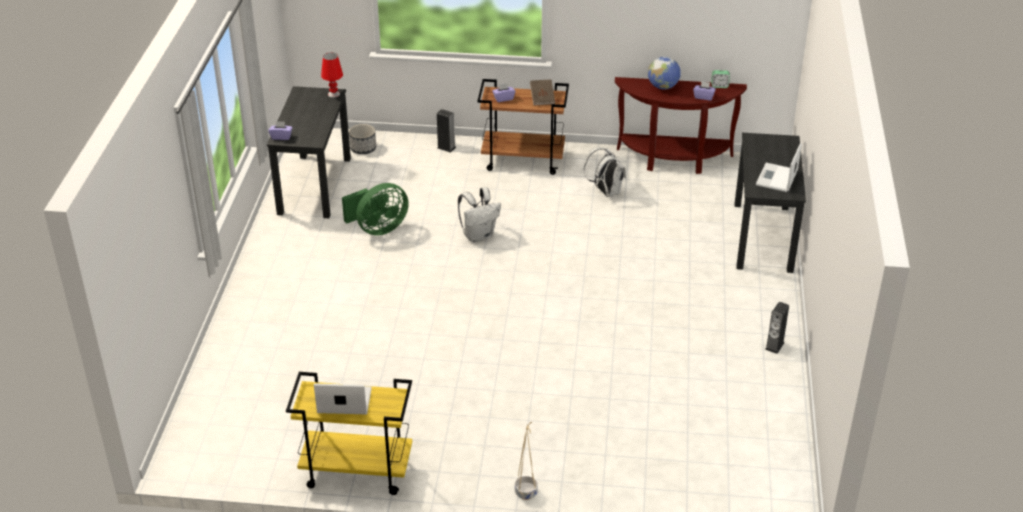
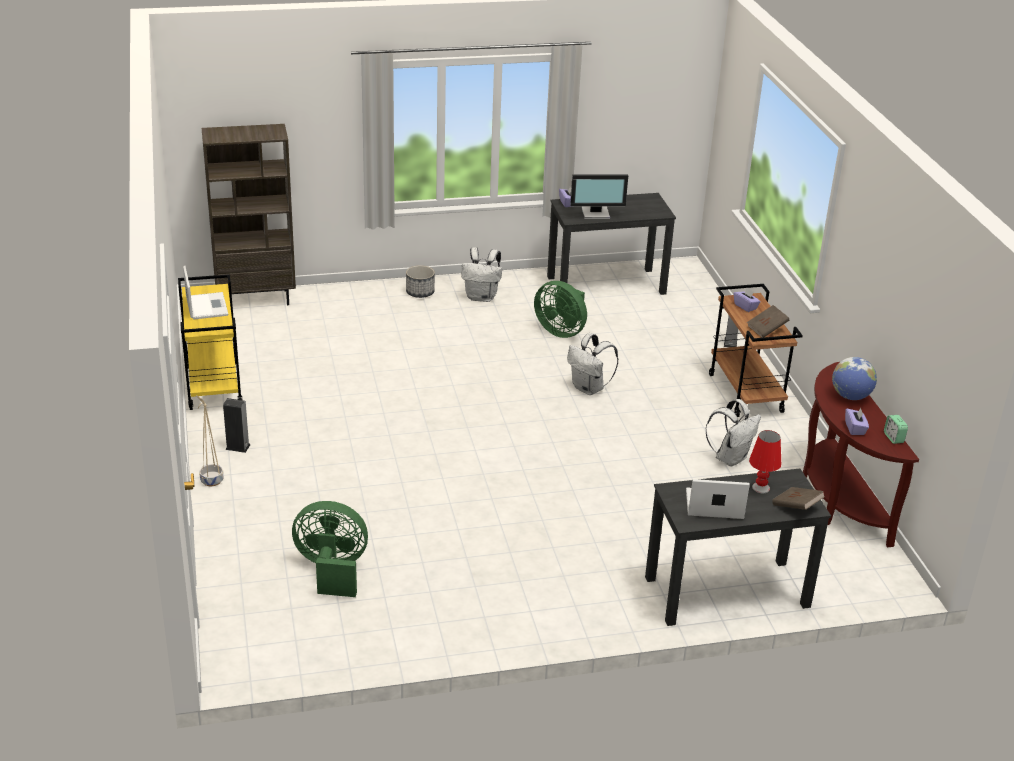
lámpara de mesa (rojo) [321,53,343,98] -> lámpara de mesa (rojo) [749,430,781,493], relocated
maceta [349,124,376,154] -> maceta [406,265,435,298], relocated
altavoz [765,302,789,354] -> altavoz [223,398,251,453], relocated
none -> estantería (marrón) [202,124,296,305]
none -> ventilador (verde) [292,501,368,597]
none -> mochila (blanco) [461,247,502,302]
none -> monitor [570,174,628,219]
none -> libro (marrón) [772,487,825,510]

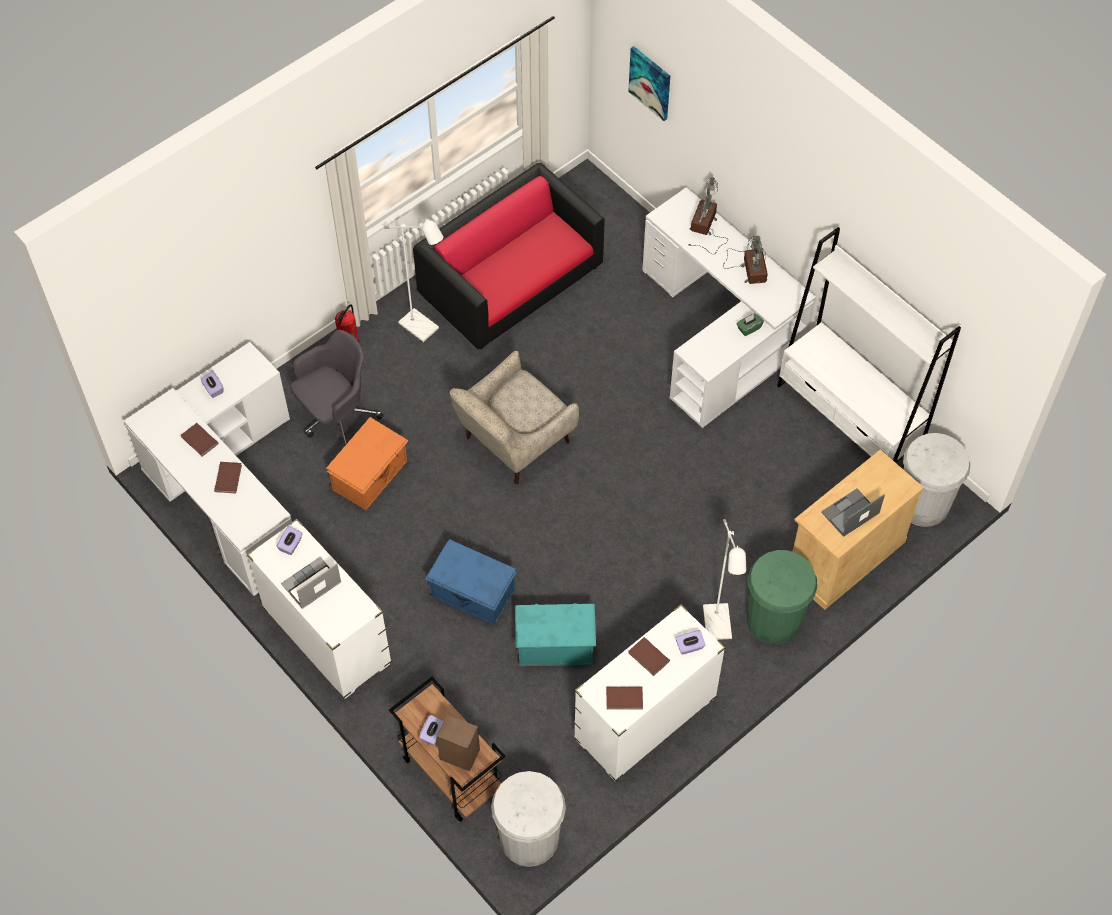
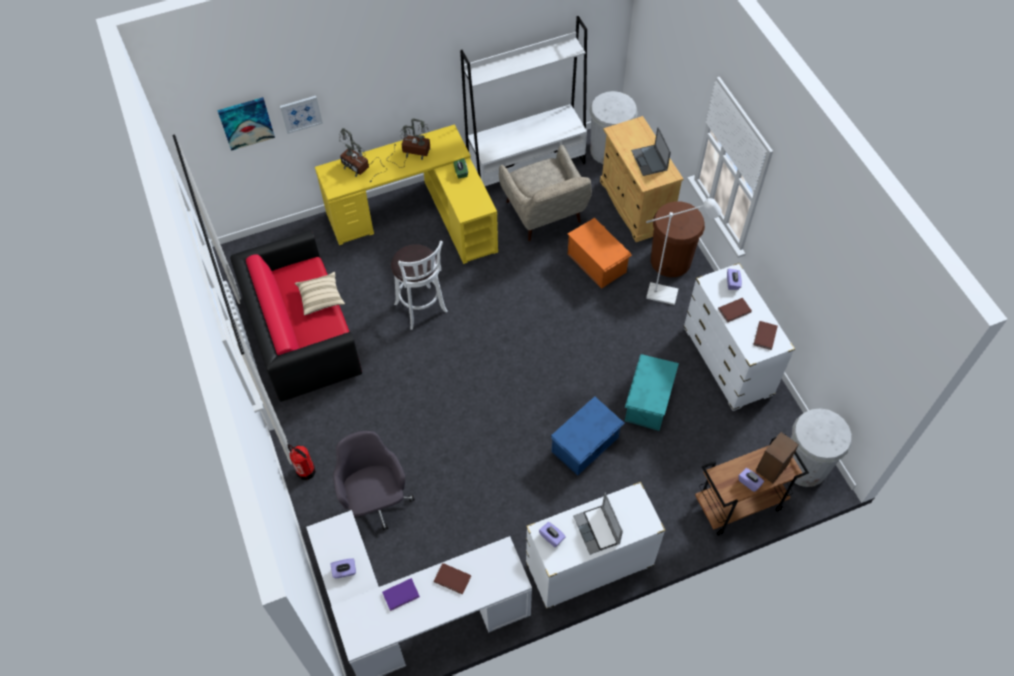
libro (marrón) [181,423,219,457] -> libro (morado) [382,578,420,611]
caja de almacenaje (naranja) [326,417,409,510] -> caja de almacenaje (naranja) [568,218,632,289], relocated
lámpara de pie (blanco) [384,219,443,342] -> none
sillón (beis) [450,351,579,484] -> sillón (beis) [499,145,592,241], relocated
escritorio (blanco) [642,187,816,429] -> escritorio (amarillo) [315,124,498,264]
papelera (verde) [747,550,817,644] -> papelera (marrón) [651,201,705,277]
none -> cuadro [280,96,323,134]
none -> cojín (beis) [295,272,345,316]
none -> taburete (blanco) [391,241,448,330]

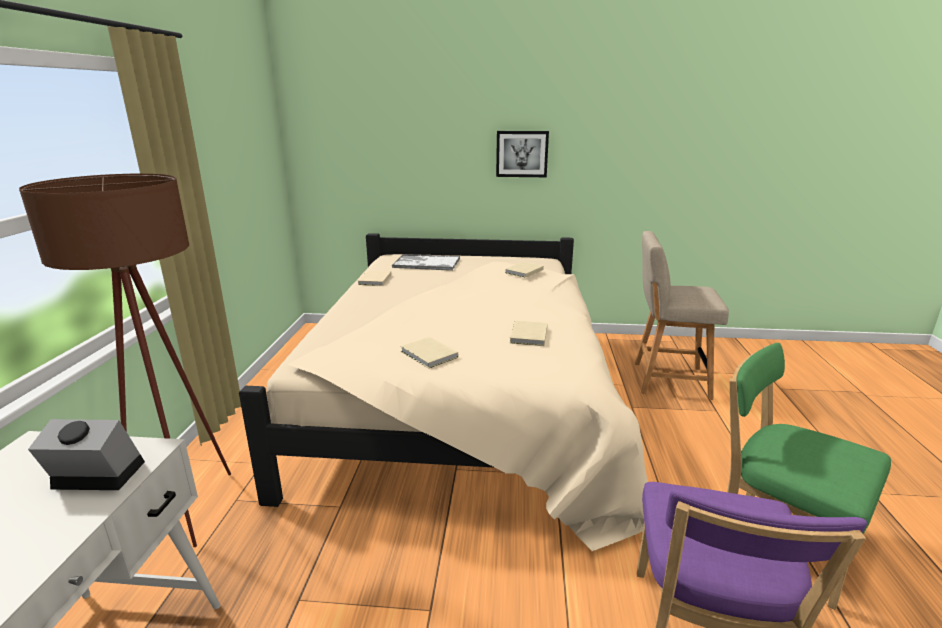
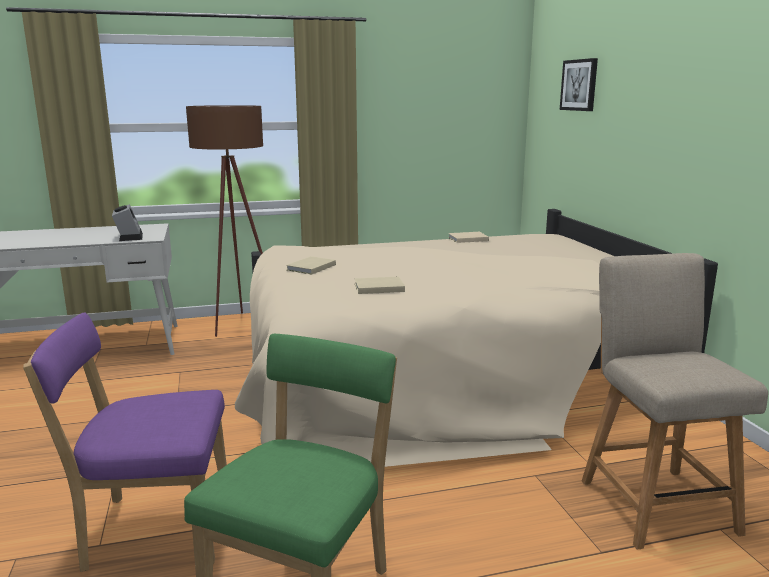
bandeja [392,254,460,271] -> none
cuadro [496,131,549,177] -> cuadro [560,58,598,111], relocated
libro (beis) [505,262,544,278] -> none

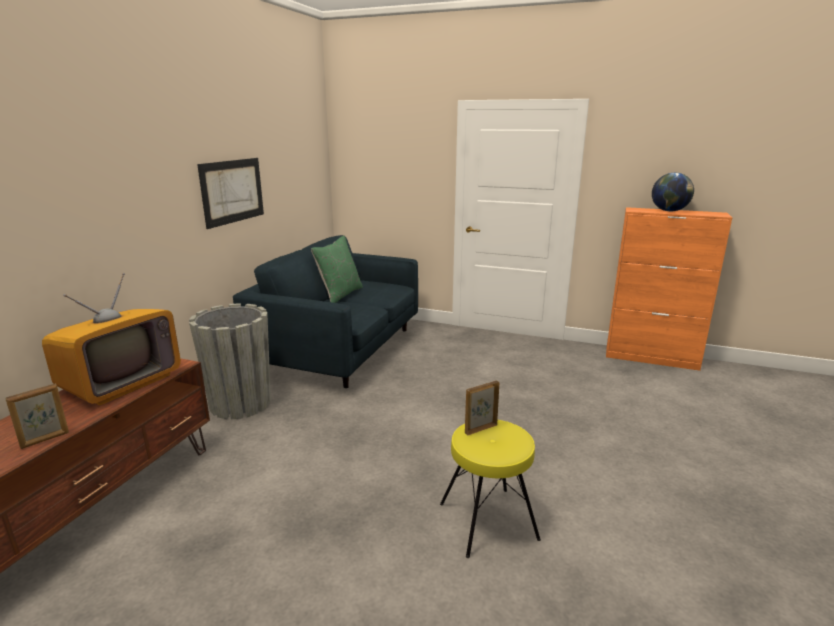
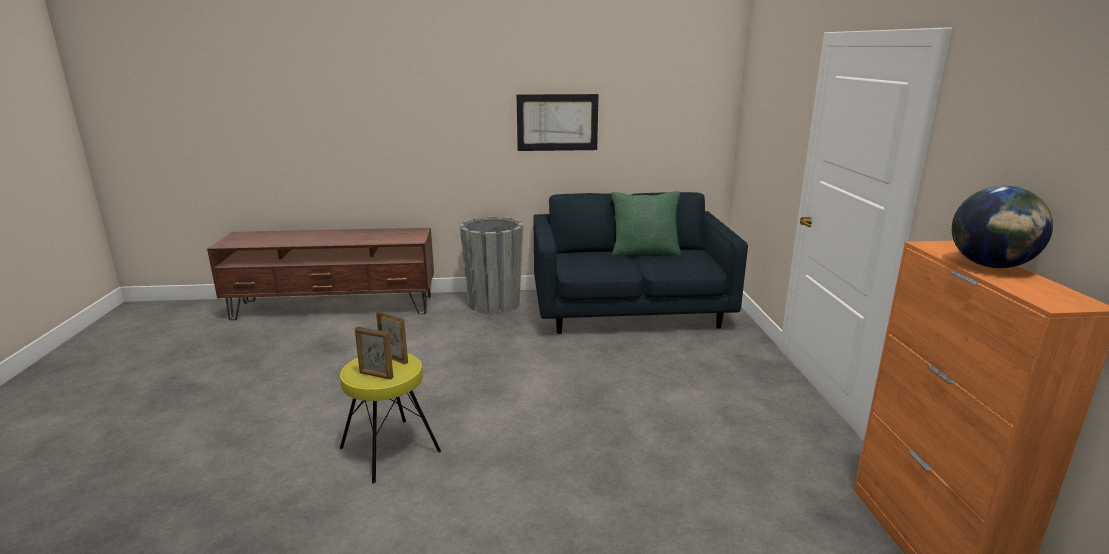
portarretratos [5,384,69,449] -> portarretratos [355,327,393,380], relocated
televisor [42,273,181,405] -> none

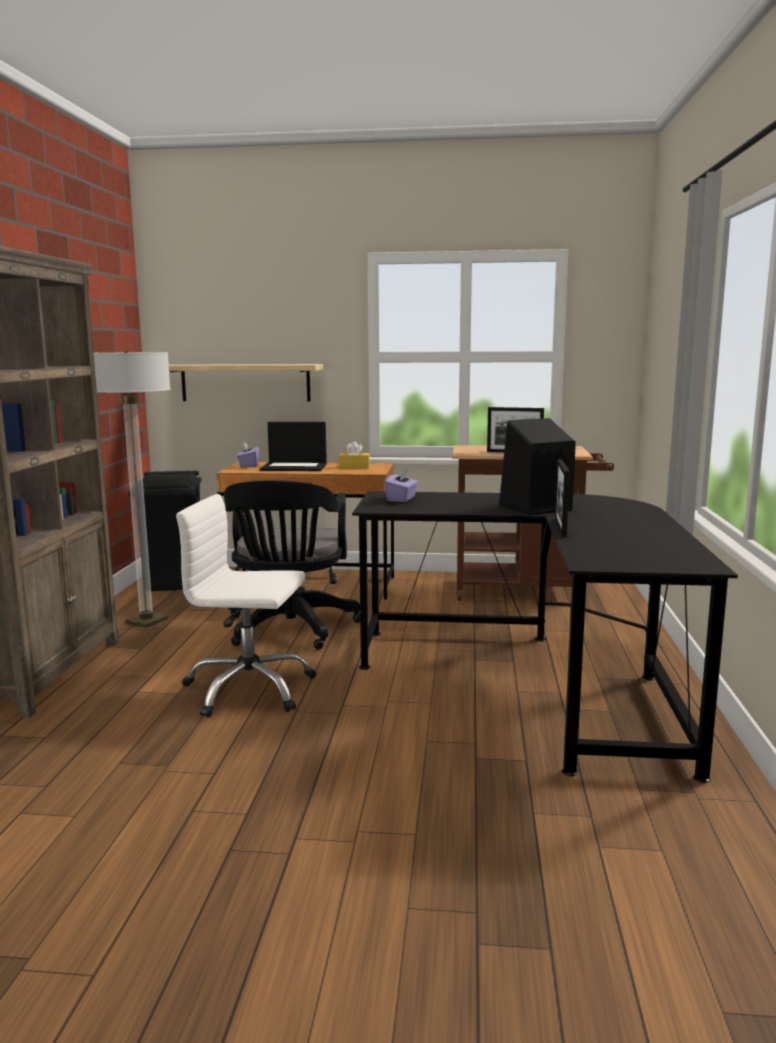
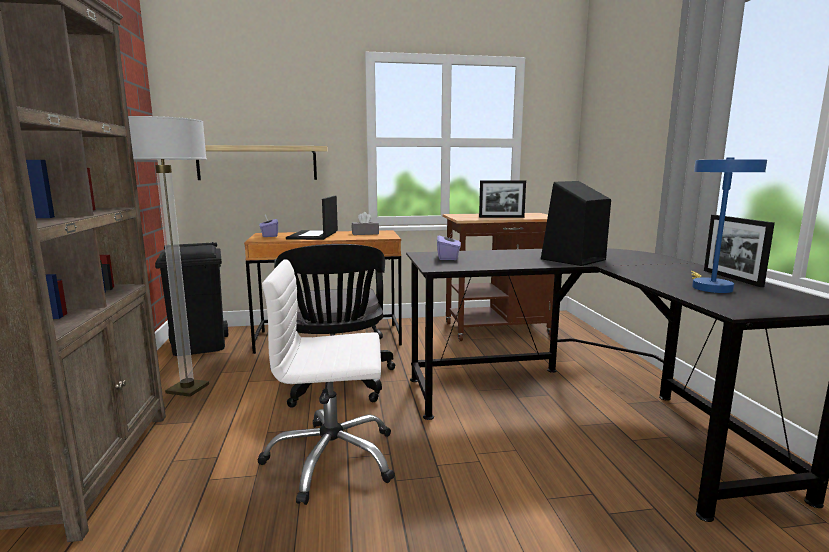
portátil [260,422,327,471] -> portátil [286,196,338,240], 105 degrees clockwise
caja de pañuelos (amarillo) [339,441,370,468] -> caja de pañuelos (gris) [352,212,379,235]
portarretratos [555,459,570,537] -> portarretratos [704,215,775,287], relocated
none -> lámpara de mesa (azul) [691,157,767,293]

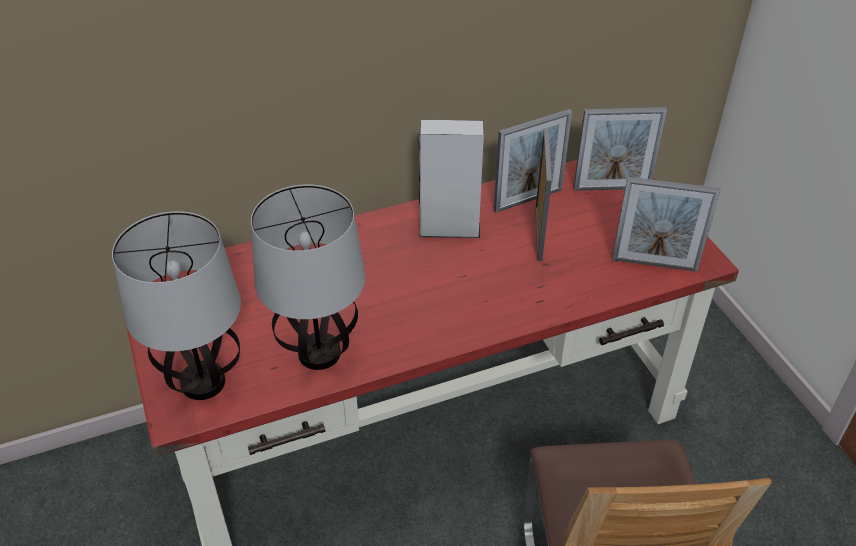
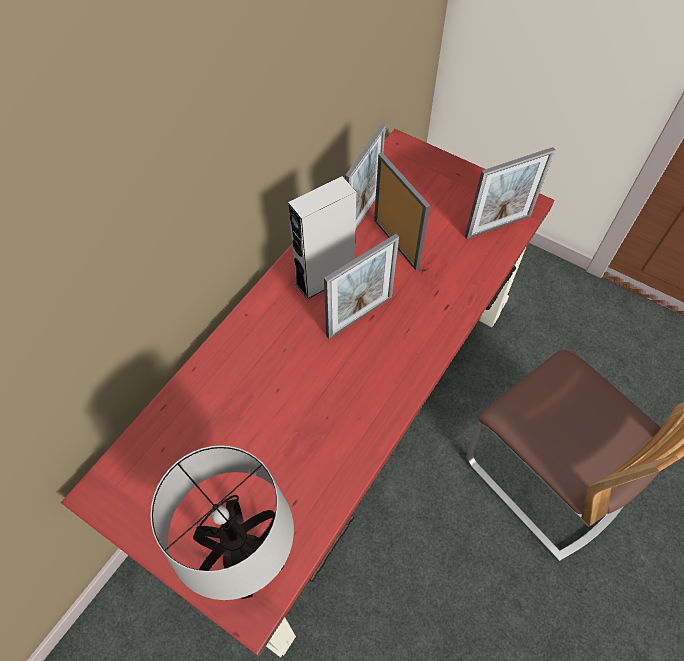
lámpara de mesa [251,184,365,370] -> none
portarretratos [573,107,667,191] -> portarretratos [324,234,399,339], relocated

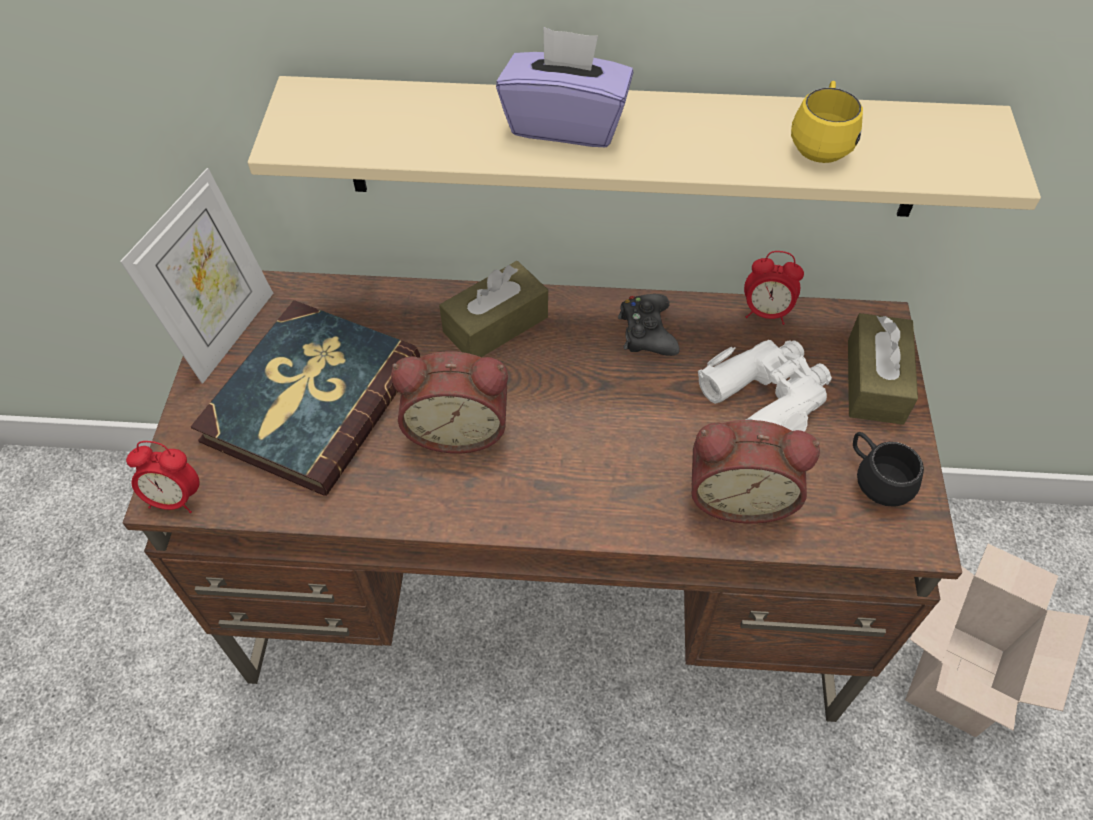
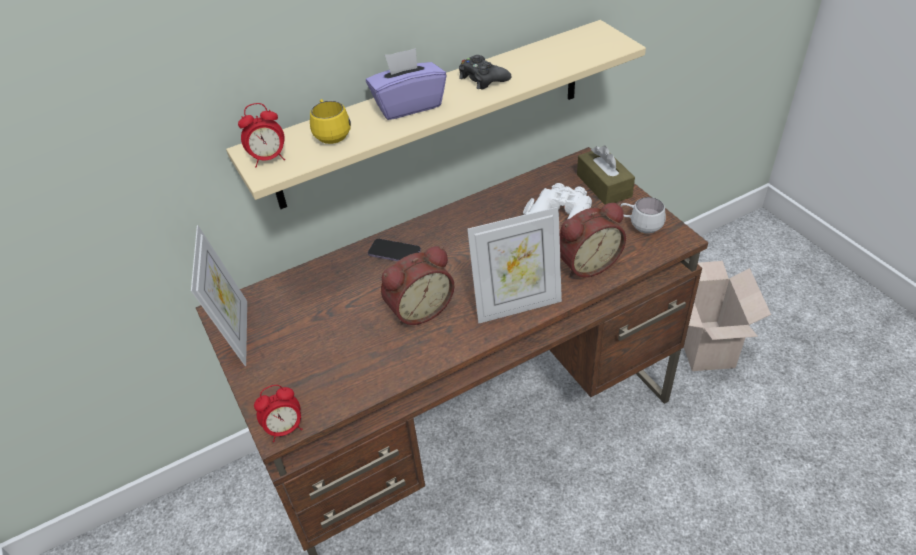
libro [191,300,420,496] -> none
caja de pañuelos (marrón) [439,261,548,357] -> móvil [368,239,421,261]
mando de consola (negro) [618,294,680,356] -> mando de consola (negro) [459,55,511,90], relocated
despertador [744,251,804,325] -> despertador [238,103,285,168], relocated
taza grande (amarillo) [791,81,863,163] -> taza grande (amarillo) [310,99,351,144], relocated
taza grande (negro) [853,432,924,507] -> taza grande (blanco) [621,197,666,234]
none -> portarretratos [467,207,562,324]

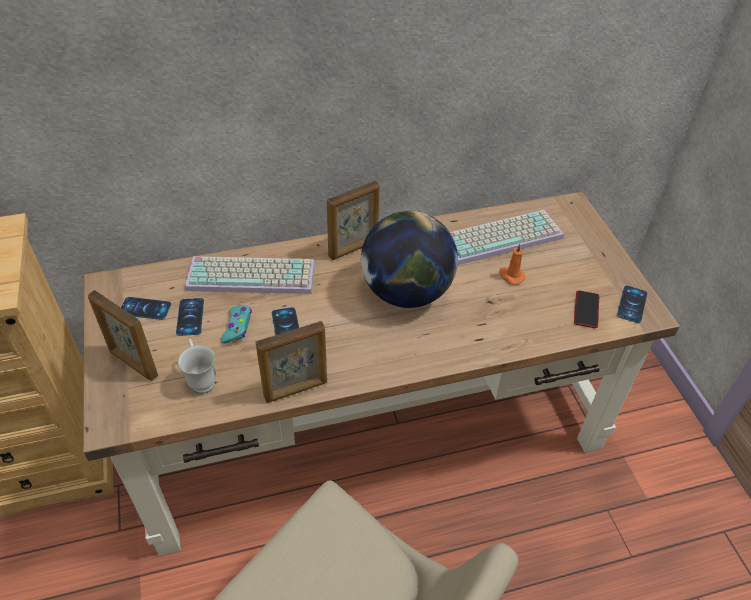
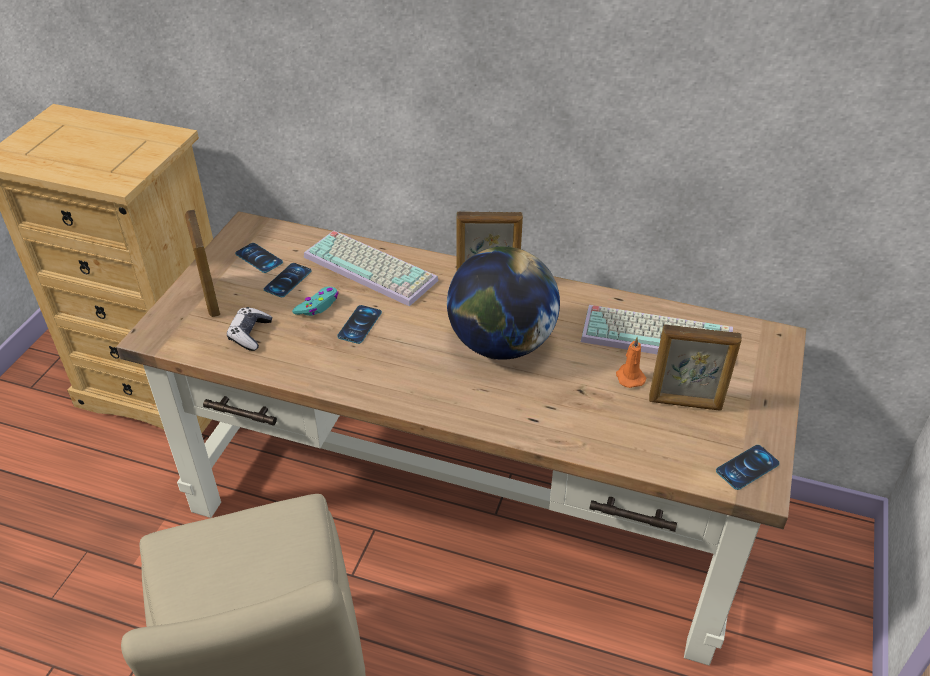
taza grande (blanco) [178,339,216,394] -> mando de consola [227,307,272,351]
portarretratos [256,321,327,403] -> portarretratos [649,324,742,411], relocated
móvil [574,291,599,328] -> none

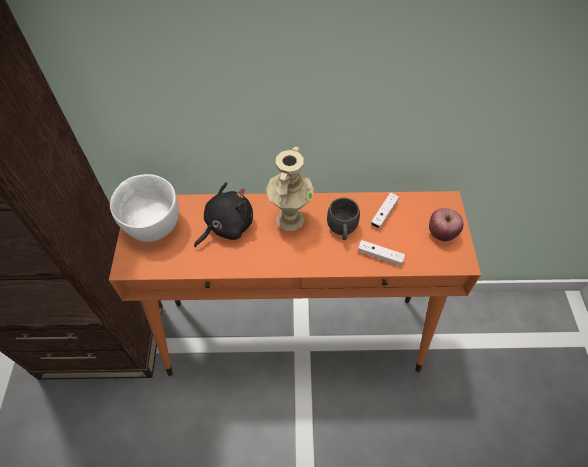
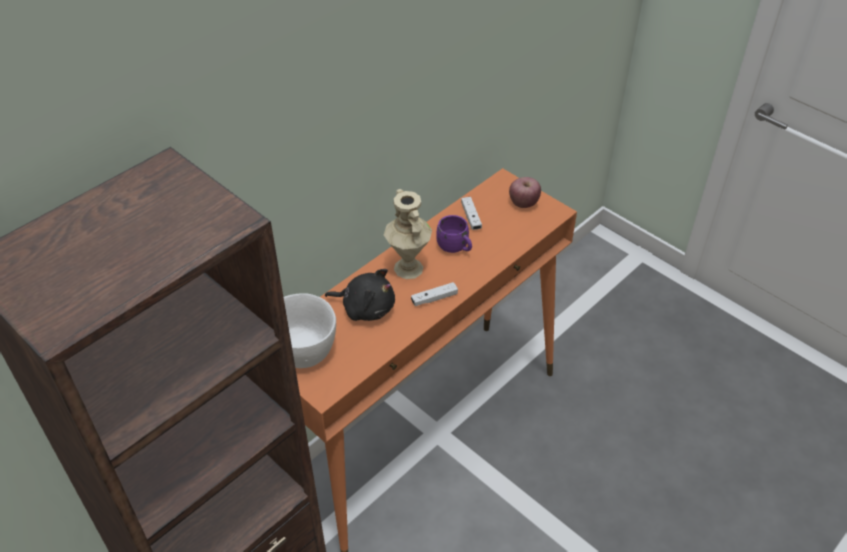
peluche (negro) [194,182,253,247] -> peluche (negro) [325,269,395,321], 105 degrees clockwise
taza grande (gris) [327,197,360,240] -> taza grande (morado) [436,215,472,253]
mando de consola (blanco) [358,240,405,266] -> mando de consola (blanco) [411,282,458,306], relocated

